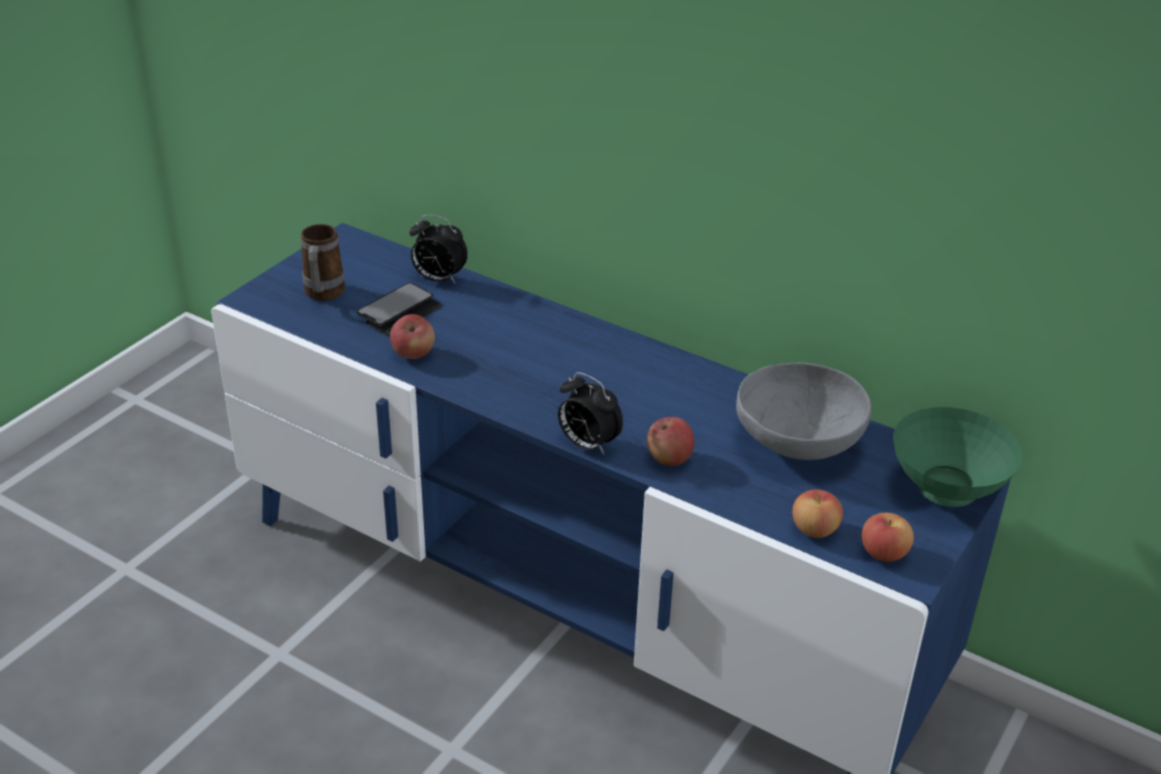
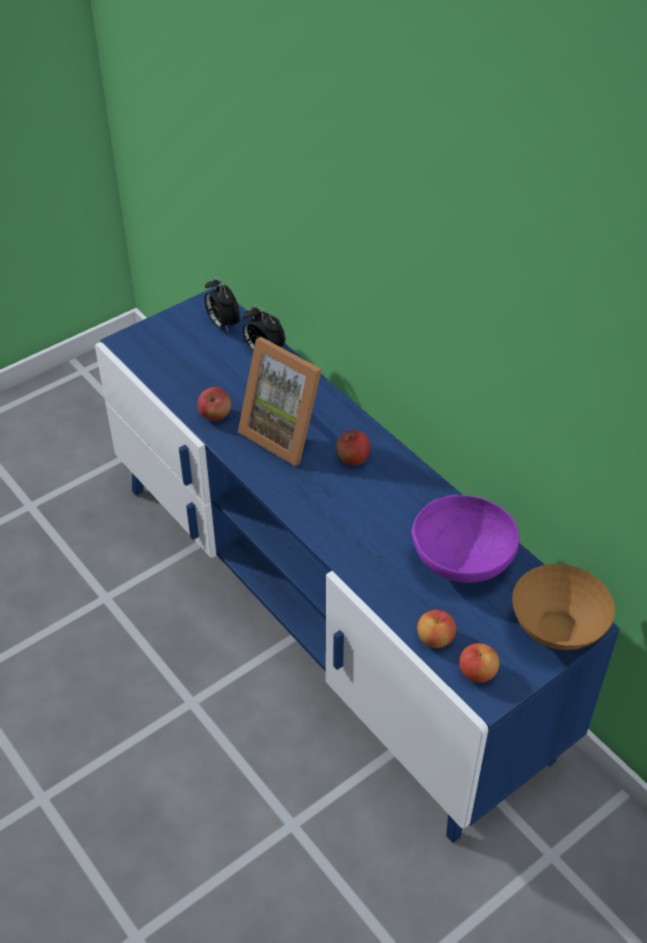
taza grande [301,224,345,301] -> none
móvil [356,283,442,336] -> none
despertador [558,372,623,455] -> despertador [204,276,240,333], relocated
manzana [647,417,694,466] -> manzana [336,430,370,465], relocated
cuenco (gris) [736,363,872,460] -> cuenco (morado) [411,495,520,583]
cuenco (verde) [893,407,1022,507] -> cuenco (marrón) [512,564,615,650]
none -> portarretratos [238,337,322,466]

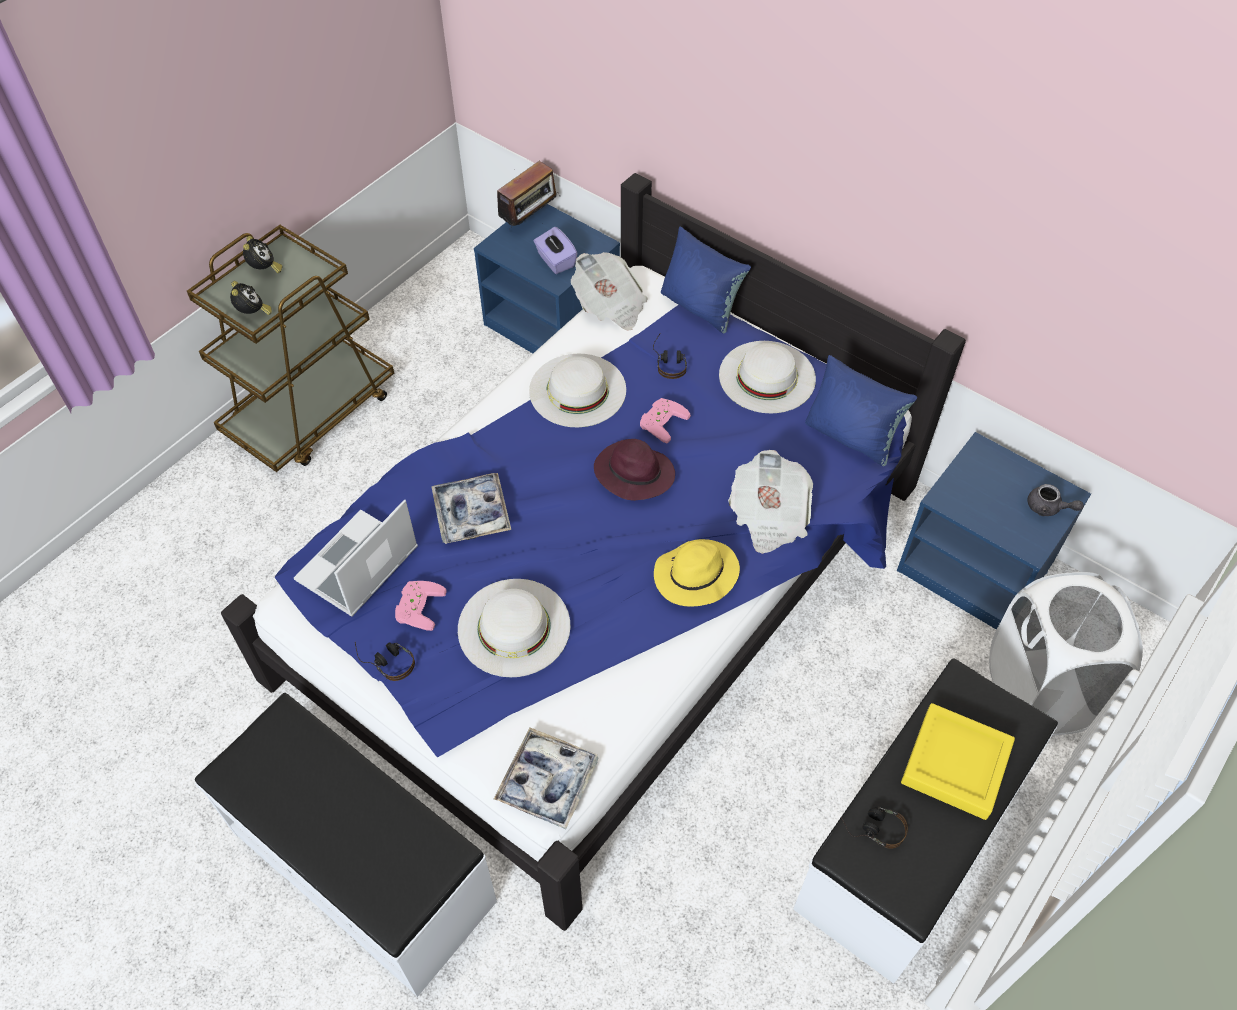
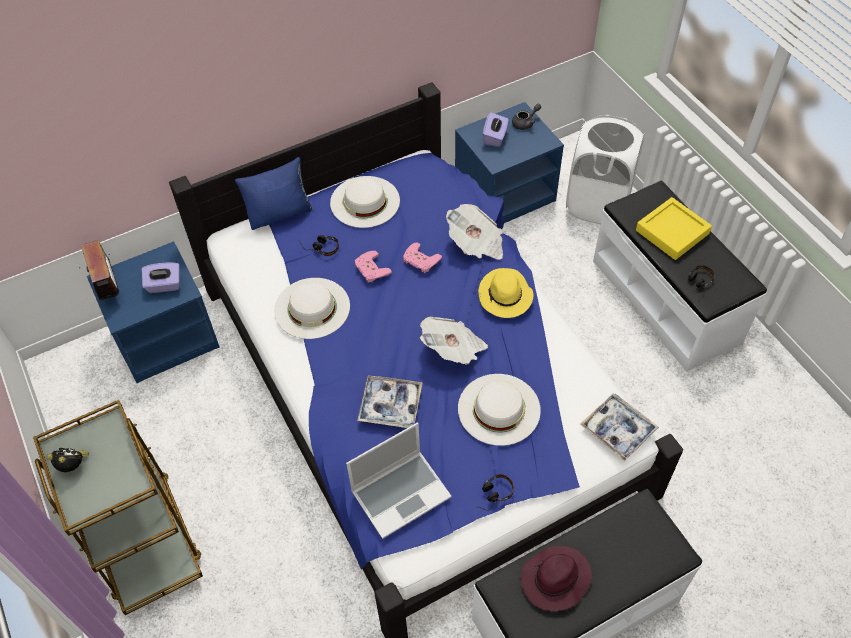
despertador [230,281,272,315] -> none
portátil [294,499,418,617] -> portátil [346,423,452,539], 90 degrees counterclockwise
mando de consola (rosa) [395,581,447,631] -> mando de consola (rosa) [403,242,442,273], relocated
periódico [571,252,648,331] -> periódico [420,317,488,365], relocated
sombrero (morado) [594,439,675,501] -> sombrero (morado) [521,546,592,611], relocated
cojín (azul) [805,355,917,466] -> none
none -> caja de pañuelos (morado) [483,112,508,147]

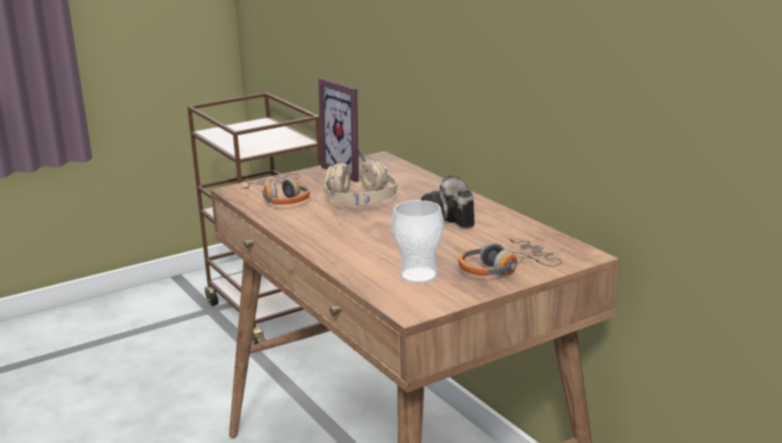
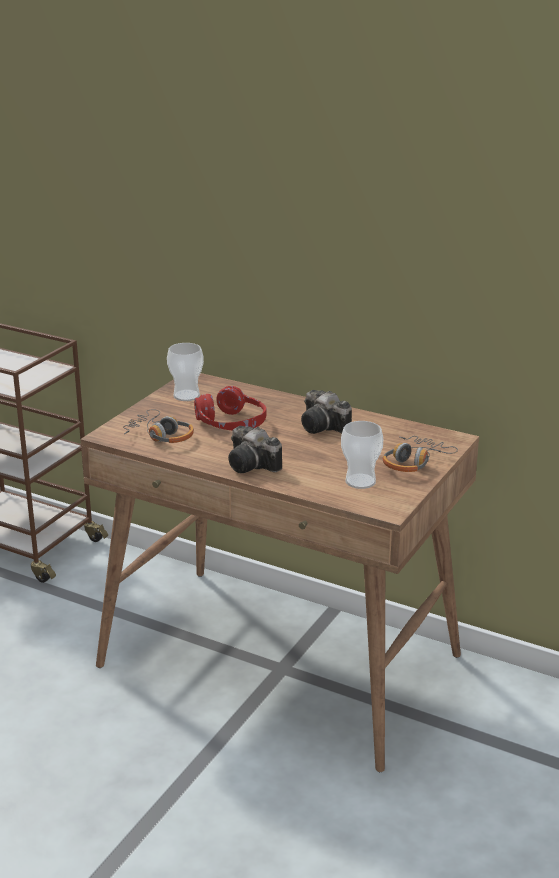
portarretratos [318,78,366,182] -> taza [167,343,204,401]
auriculares (beis) [324,160,397,205] -> auriculares (rojo) [194,386,266,430]
none -> cámara [228,426,282,473]

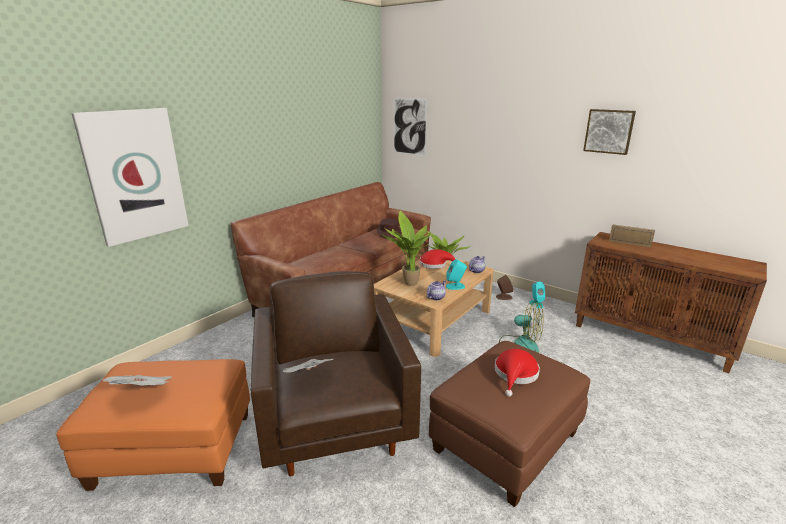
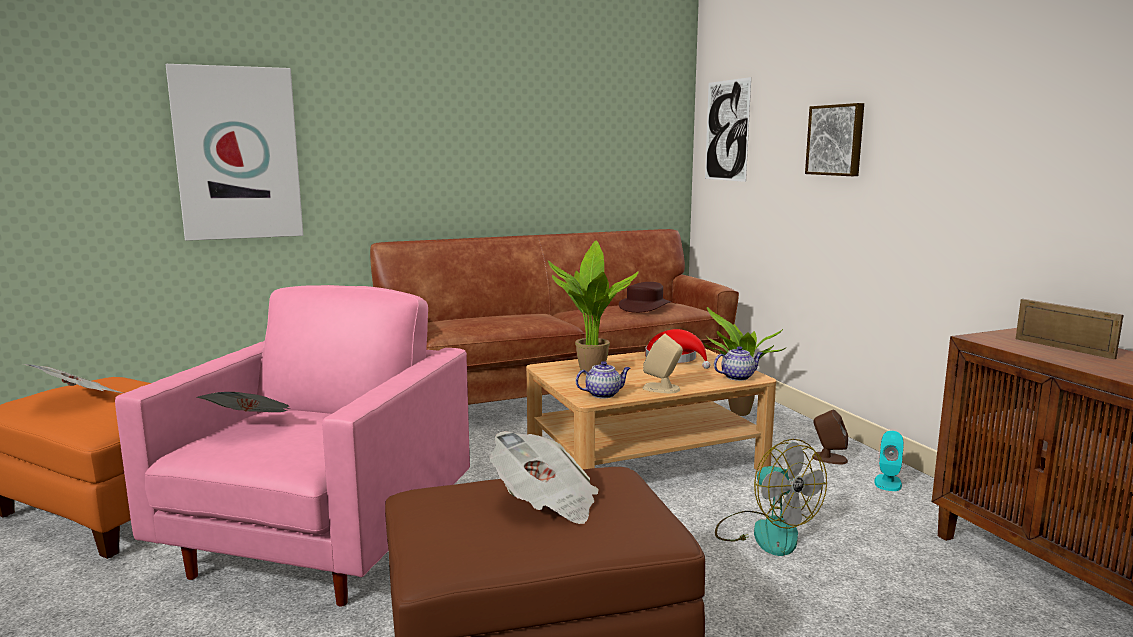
sillón (marrón) [251,271,421,476] -> sillón (rosa) [115,285,470,607]
altavoz (turquesa) [446,259,467,290] -> altavoz (beis) [643,334,683,393]
sombrero (rojo) [495,349,540,397] -> periódico [489,431,598,524]
cuadro [583,109,636,155] -> cuadro [805,103,864,176], relocated

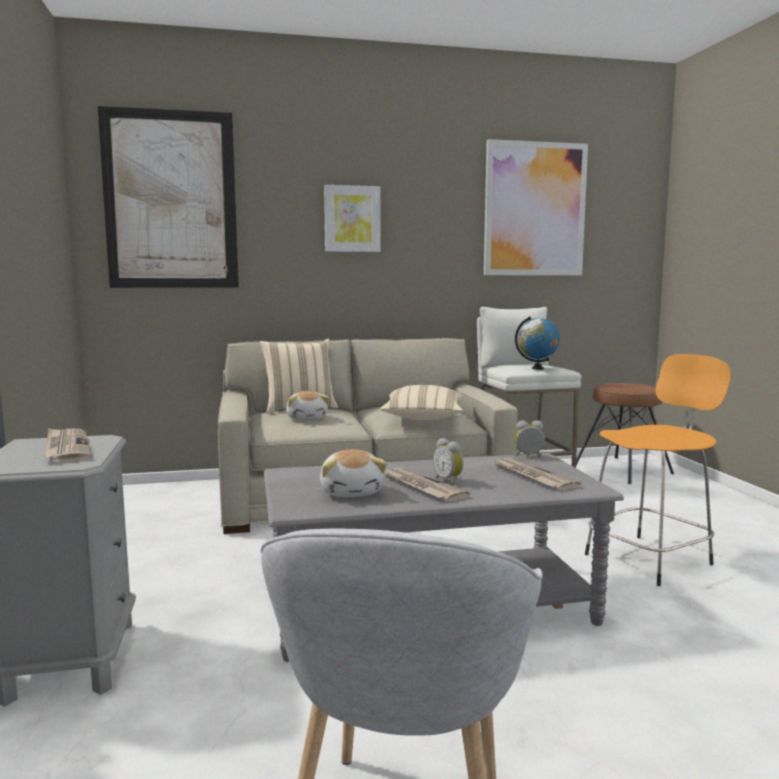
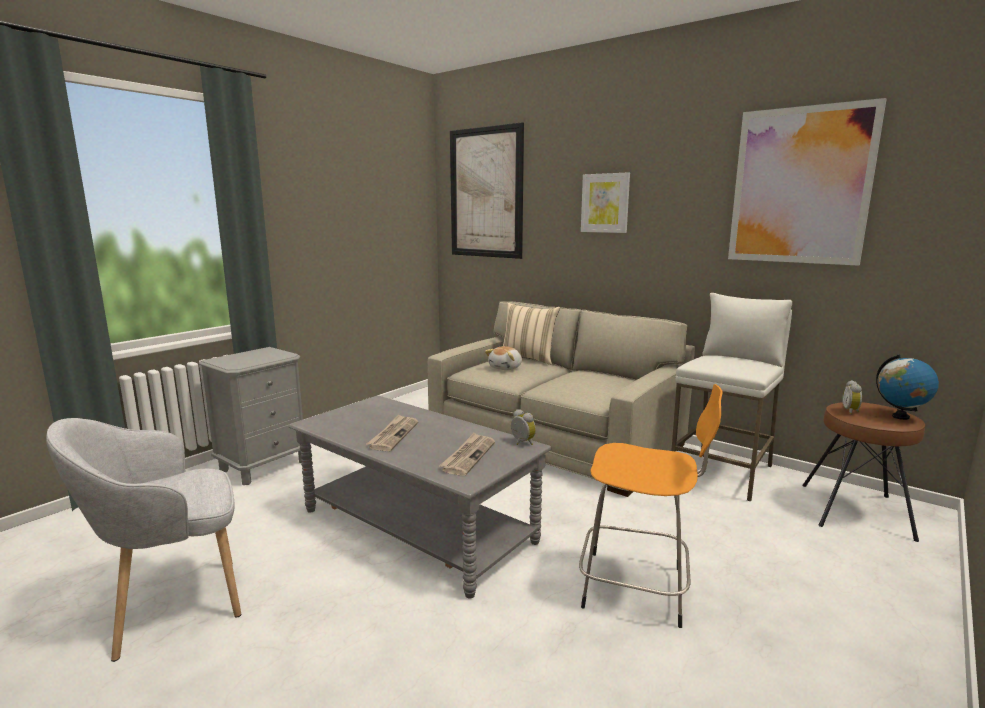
periódico [43,428,92,463] -> none
peluche [320,449,387,497] -> none
cojín (beis) [380,385,463,420] -> none
despertador [433,438,464,485] -> despertador [842,380,862,414], relocated
globo terráqueo [515,316,560,370] -> globo terráqueo [876,354,939,420], relocated

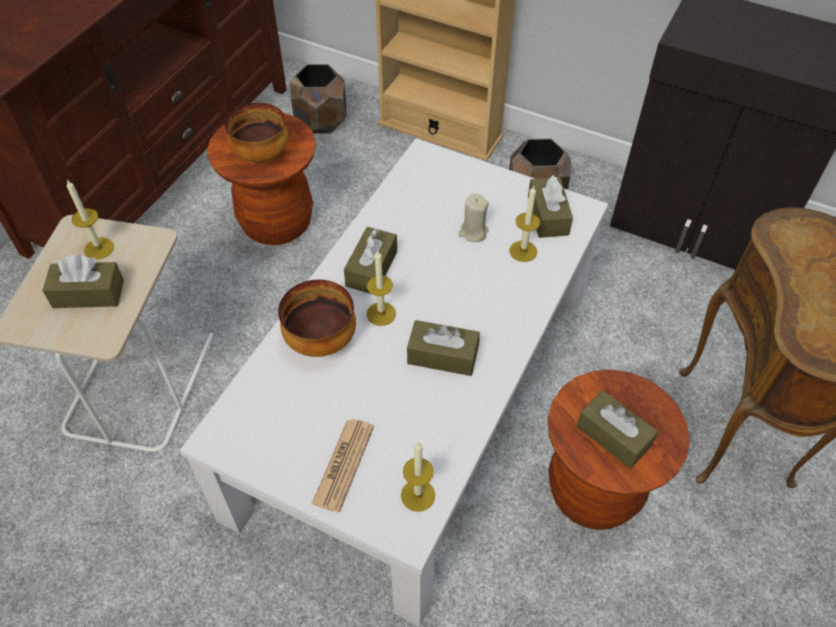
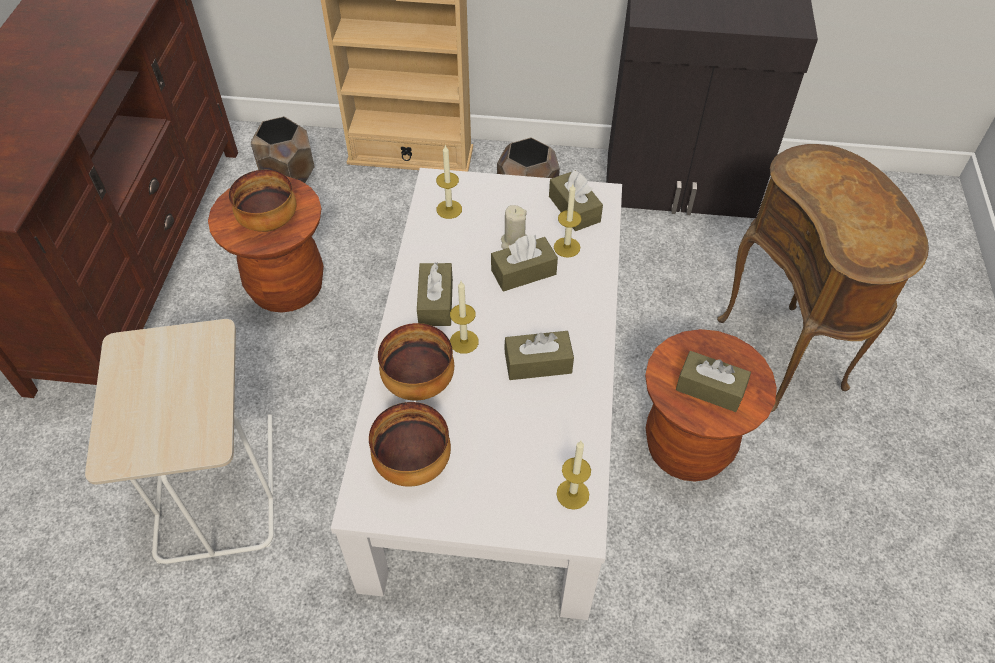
caja de pañuelos (marrón) [42,255,124,308] -> caja de pañuelos (marrón) [491,235,558,292], relocated
vela [67,180,114,260] -> vela [436,145,462,219], relocated
periódico [312,419,374,512] -> none
none -> cuenco [369,402,451,487]

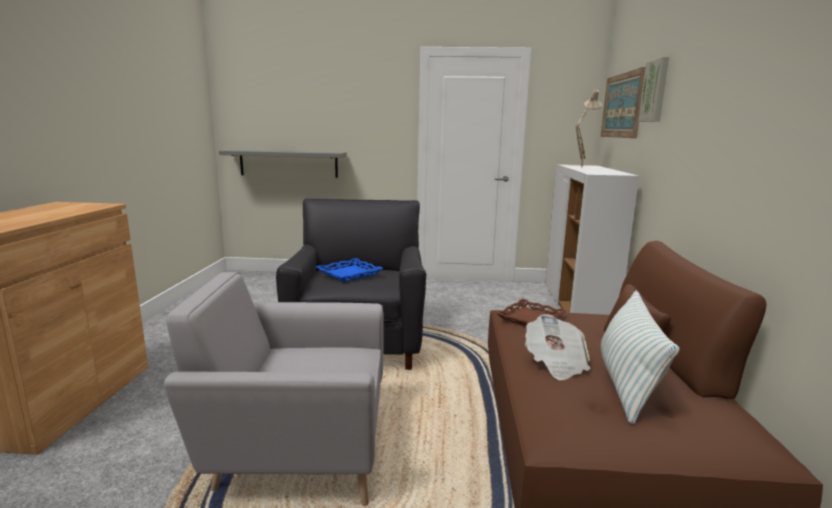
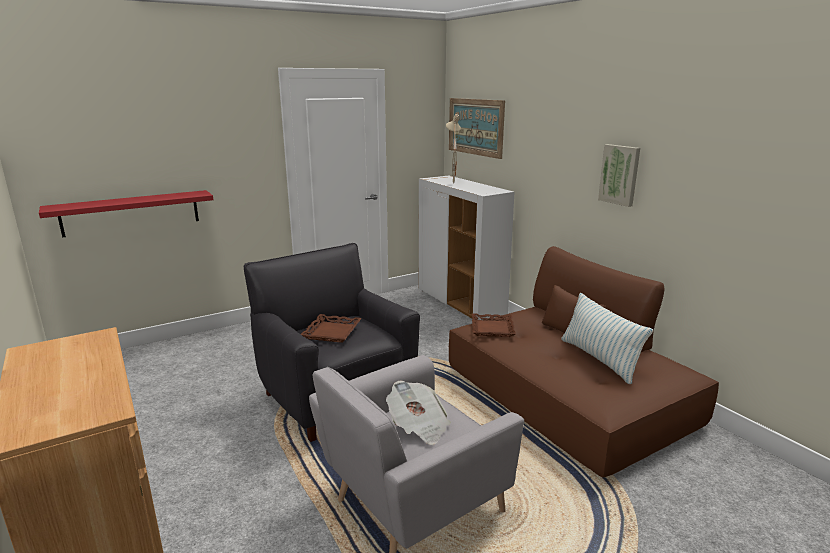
estante (gris) [219,150,347,178] -> estante (rojo) [39,190,213,238]
bandeja (azul) [316,258,383,282] -> bandeja (marrón) [301,314,362,343]
periódico [525,314,590,380] -> periódico [386,380,451,445], relocated
cuadro [638,57,669,122] -> cuadro [598,144,640,207], relocated

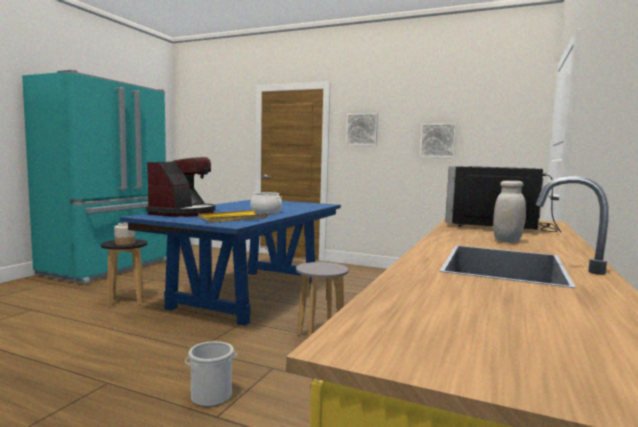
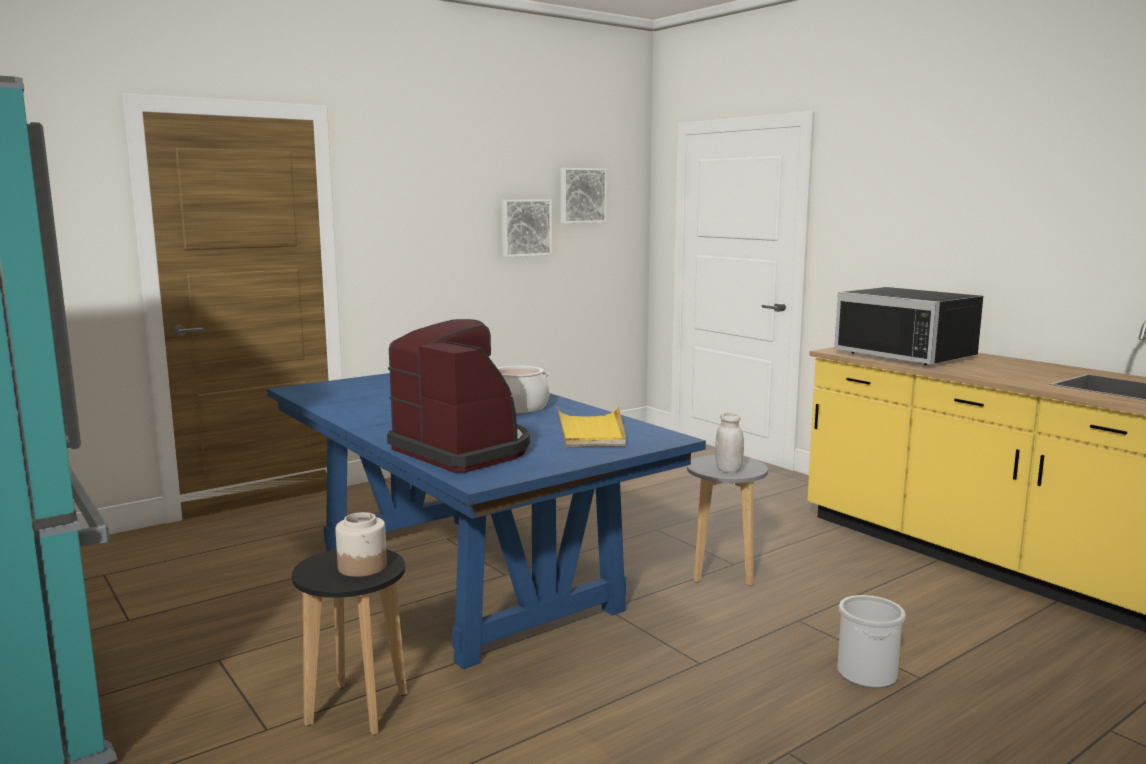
cuadro [346,113,378,145] -> cuadro [561,168,607,223], relocated
tarro (blanco) [493,180,526,243] -> tarro (blanco) [715,413,744,473], relocated

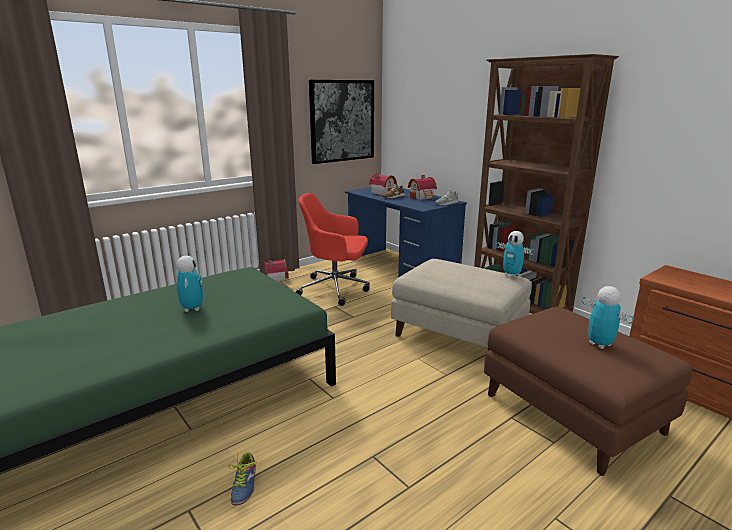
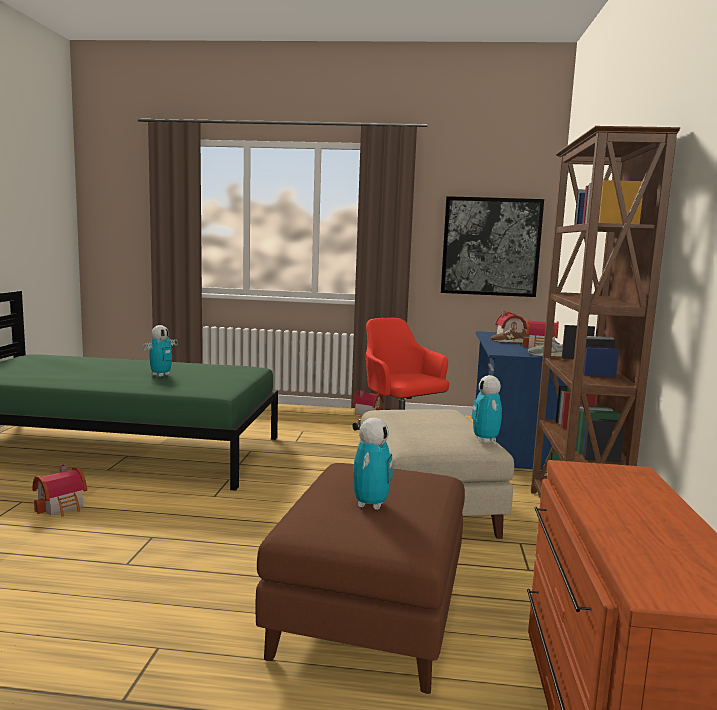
zapato [228,453,257,506] -> casita [32,464,87,517]

